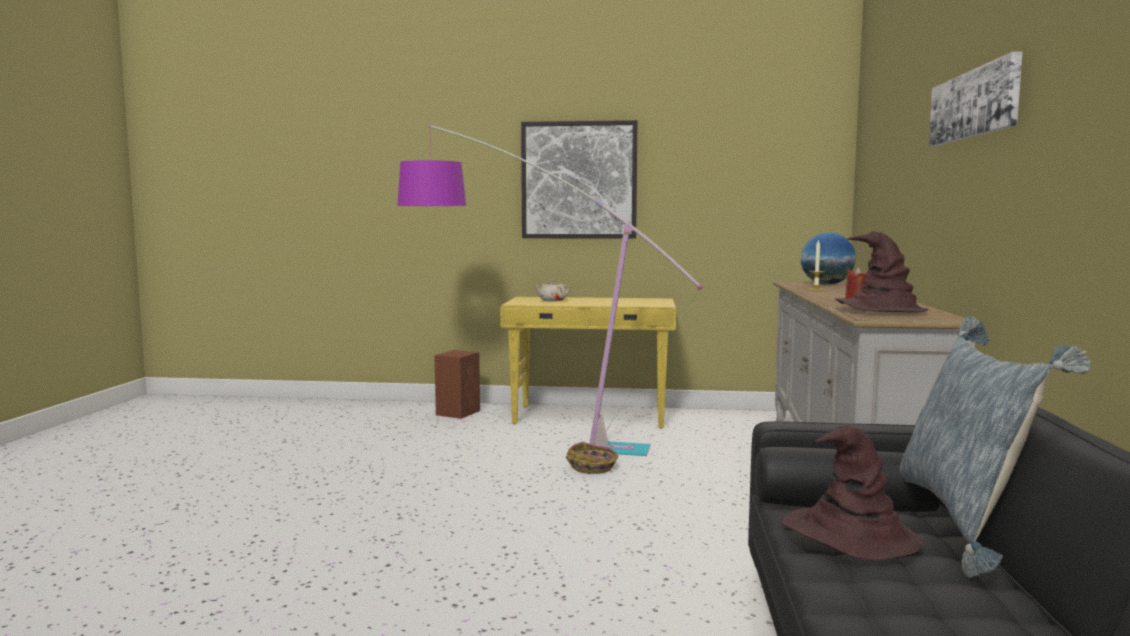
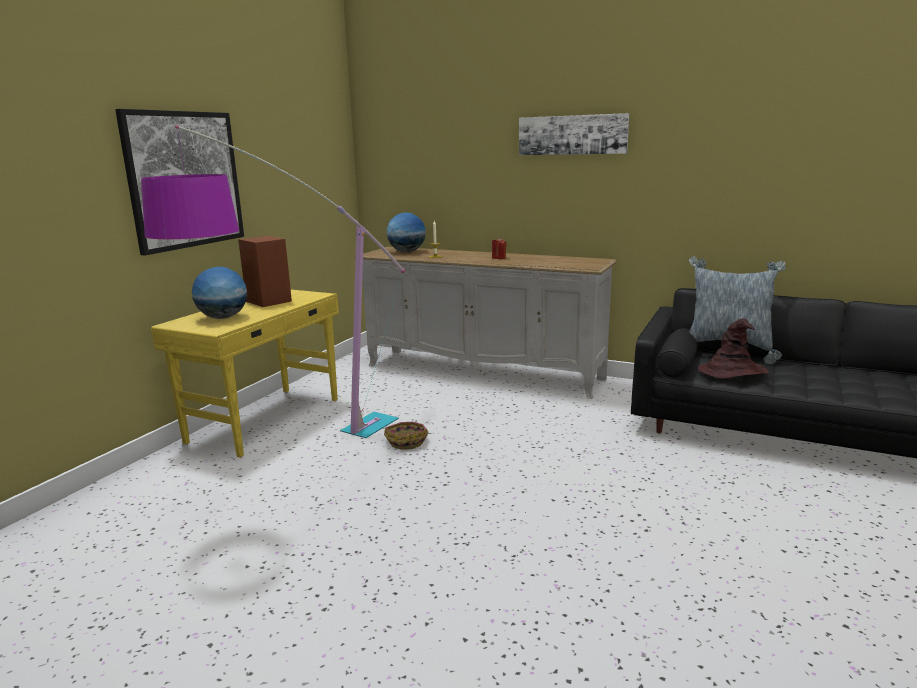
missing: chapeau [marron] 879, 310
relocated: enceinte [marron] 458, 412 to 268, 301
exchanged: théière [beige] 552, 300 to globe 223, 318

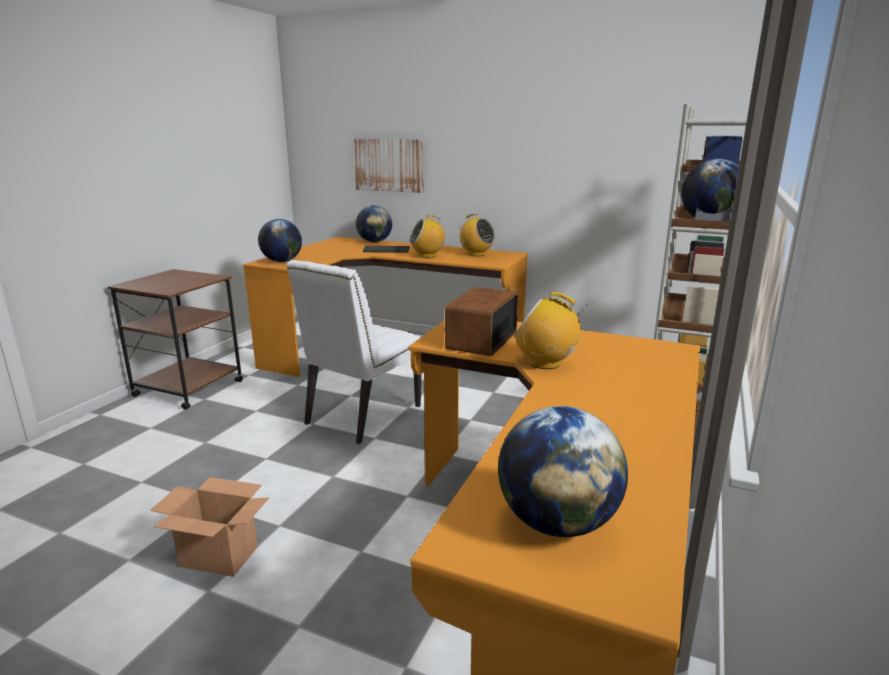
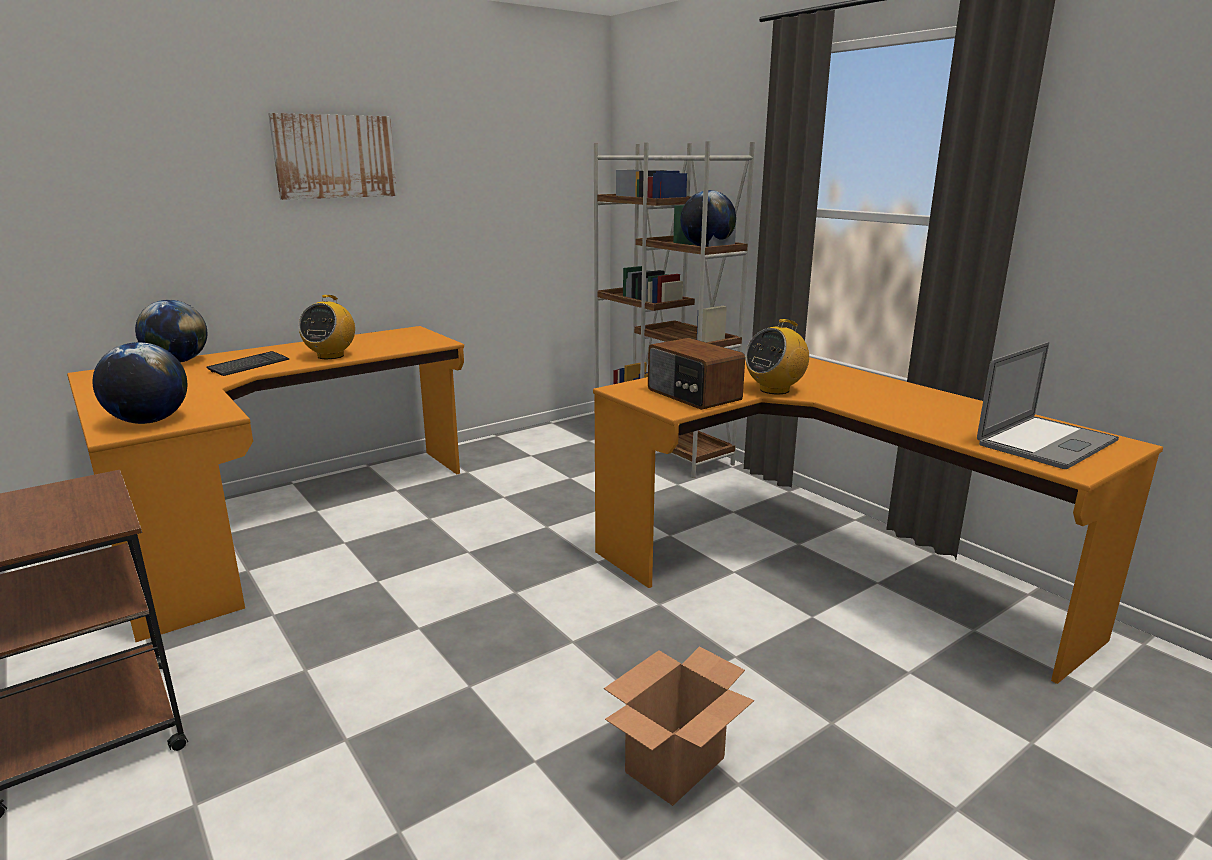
missing: chaise [blanc] 364, 414; radio 476, 254
relocated: tableau 389, 165 to 335, 156
exchanged: globe 557, 523 to ordinateur portable 1046, 442

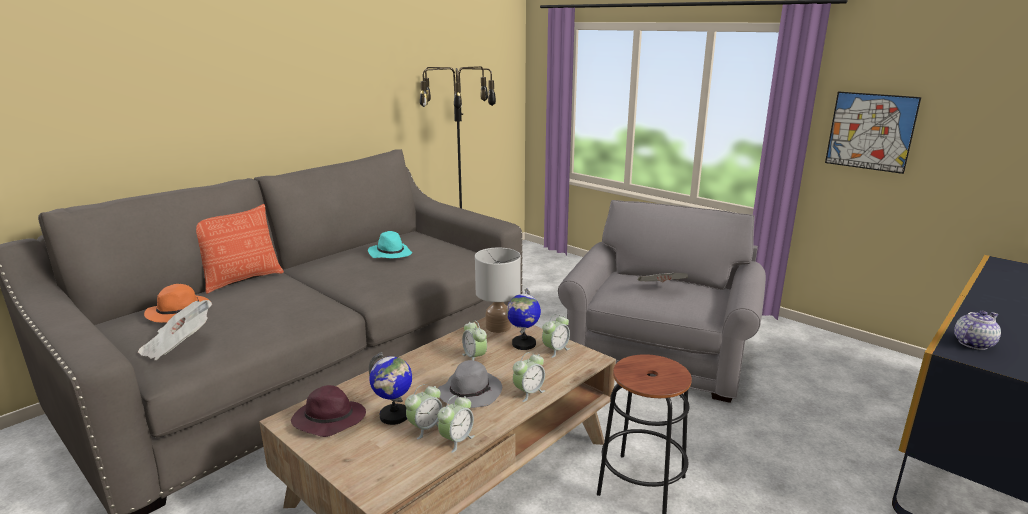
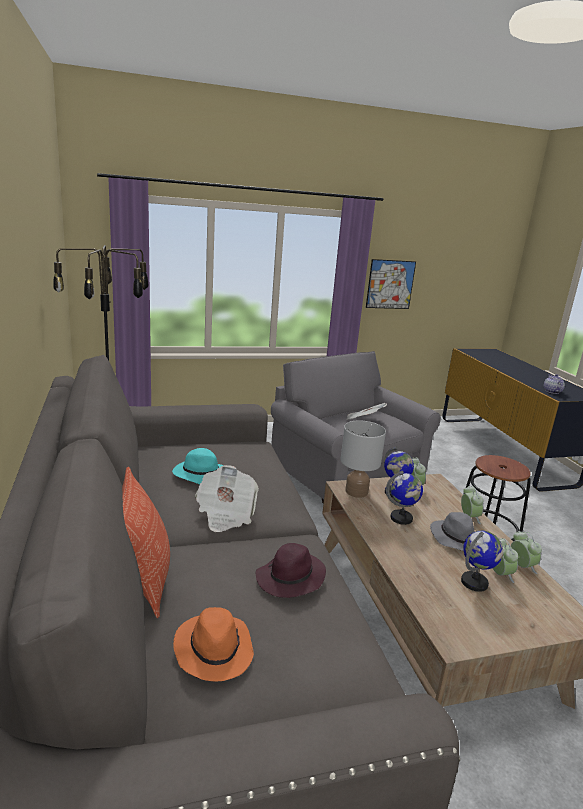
relocated: journal 178, 346 to 225, 514; chapeau [violet] 328, 420 to 290, 579
exchanged: réveil 474, 357 to globe 401, 518

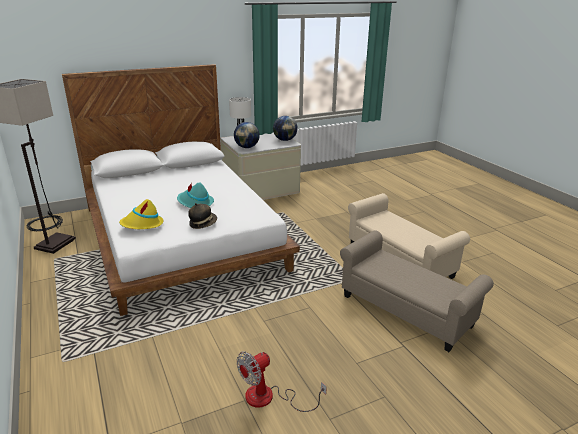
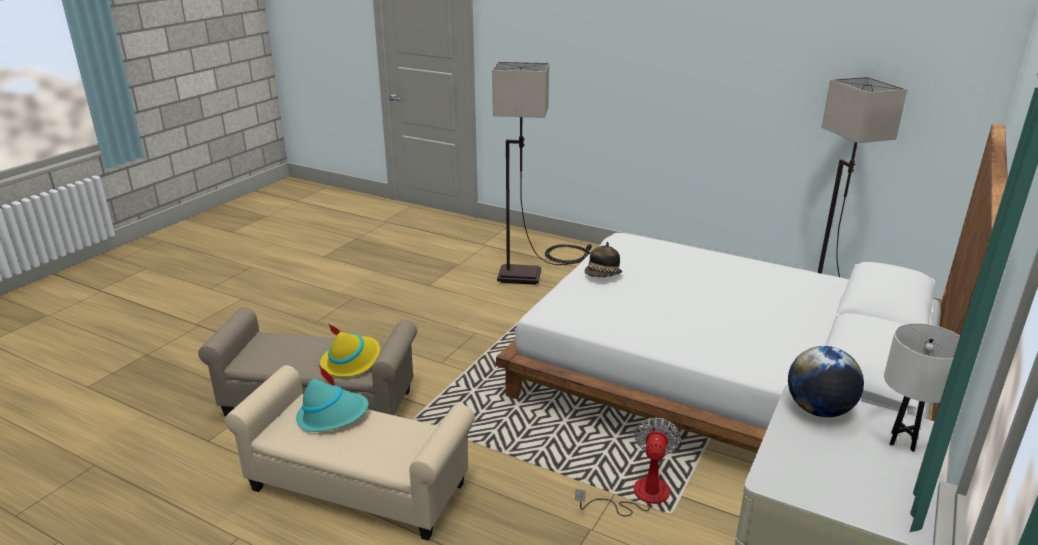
missing: globe 285, 140
appeared: lampadaire 547, 265
relocated: chapeau [turquoise] 195, 202 to 332, 415; chapeau [jaune] 142, 224 to 351, 361; ventilateur 269, 398 to 639, 496

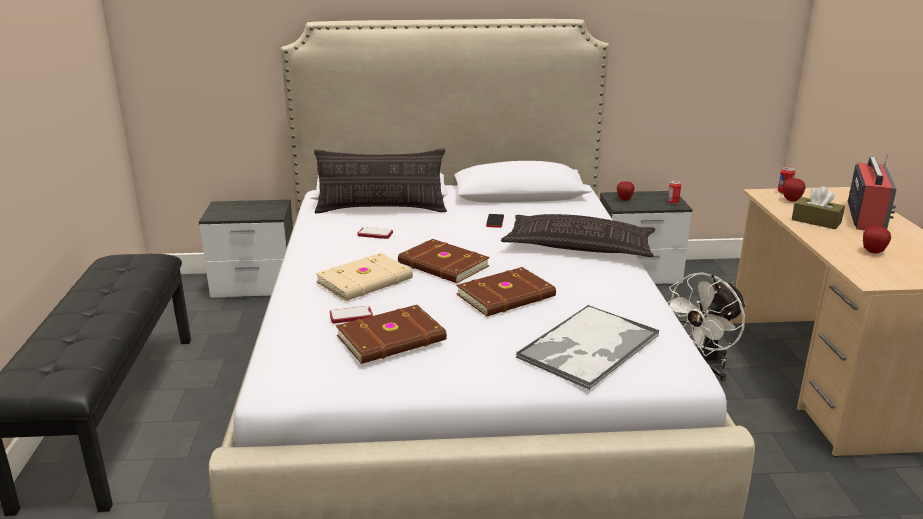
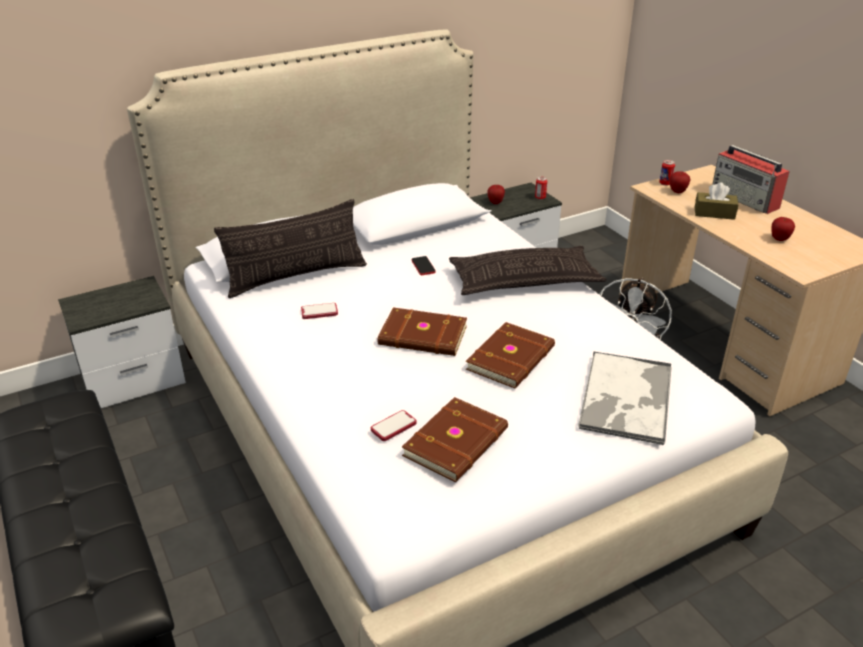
missing: livre [beige] 366, 281
spun: radio 865, 217 = 745, 199 150 degrees clockwise

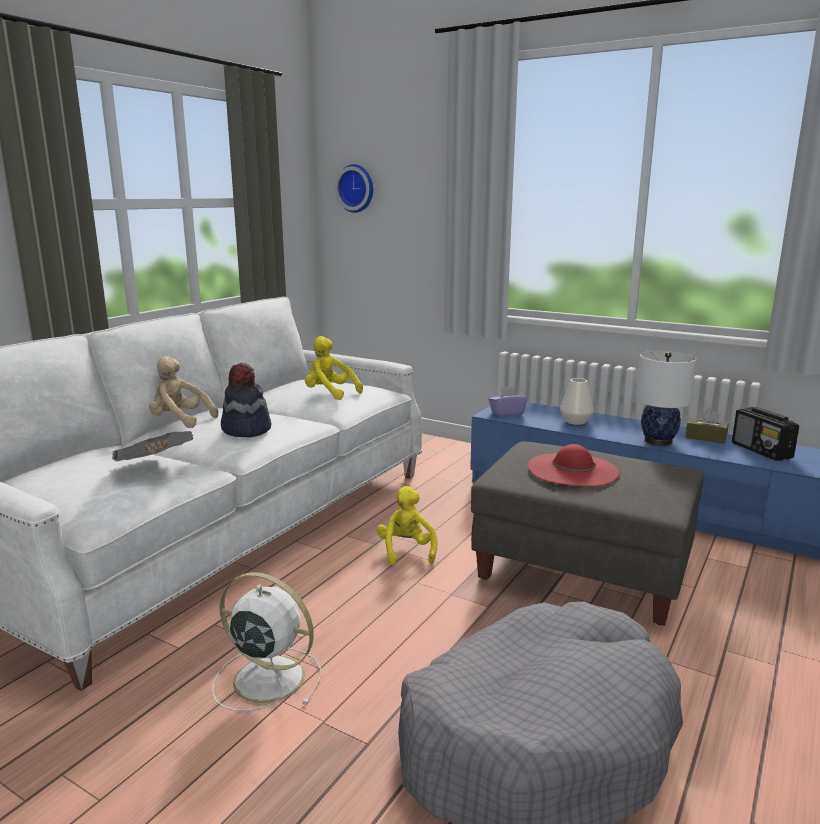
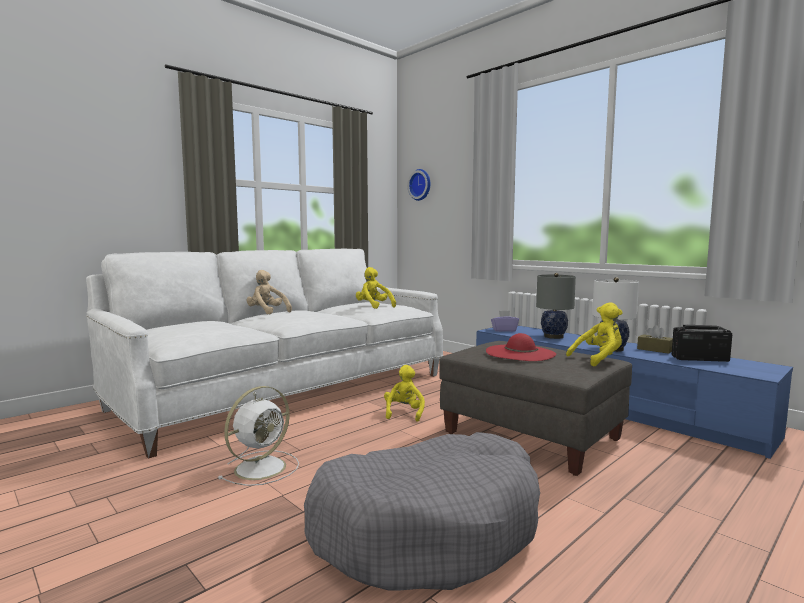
missing: journal 155, 467; chapeau 246, 430
appeared: peluche [jaune] 598, 359
exchanged: vase [blanc] 575, 421 to lampe de table [gris] 553, 336
spun: ventilateur [blanc] 266, 678 = 262, 467 90 degrees clockwise; radio 761, 451 = 699, 359 105 degrees clockwise

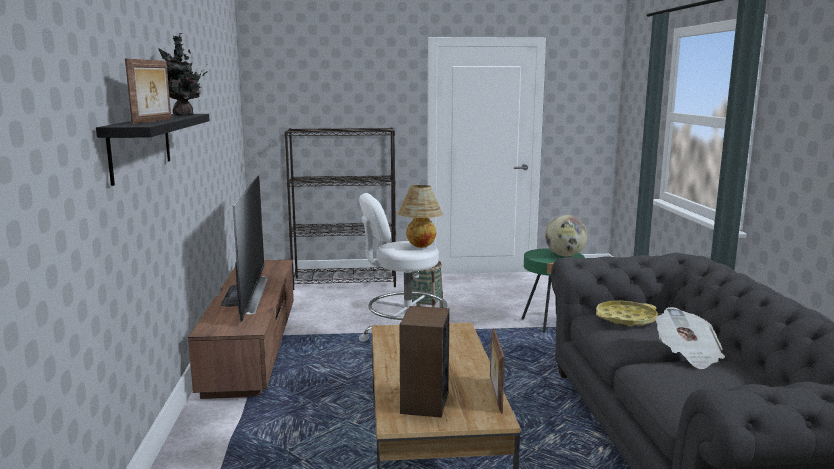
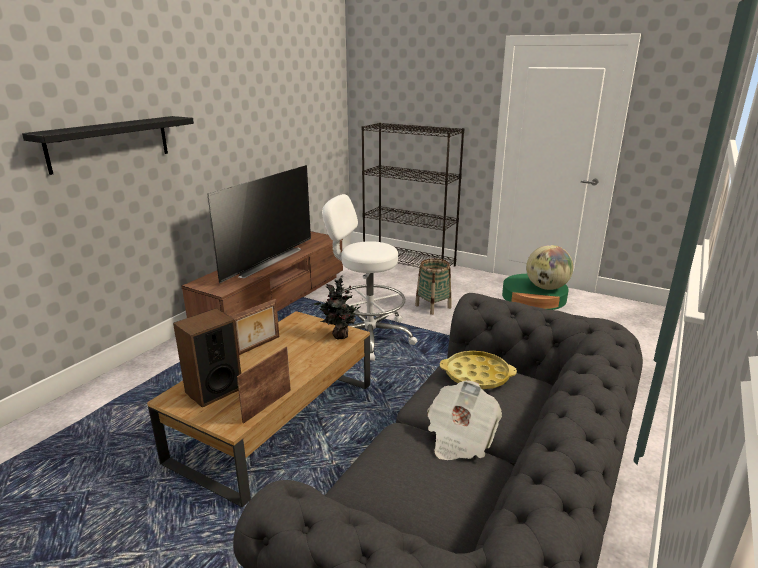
missing: lampe de table 420, 247
relocated: cadre photo 153, 121 to 258, 347; plante en pot 181, 115 to 339, 336

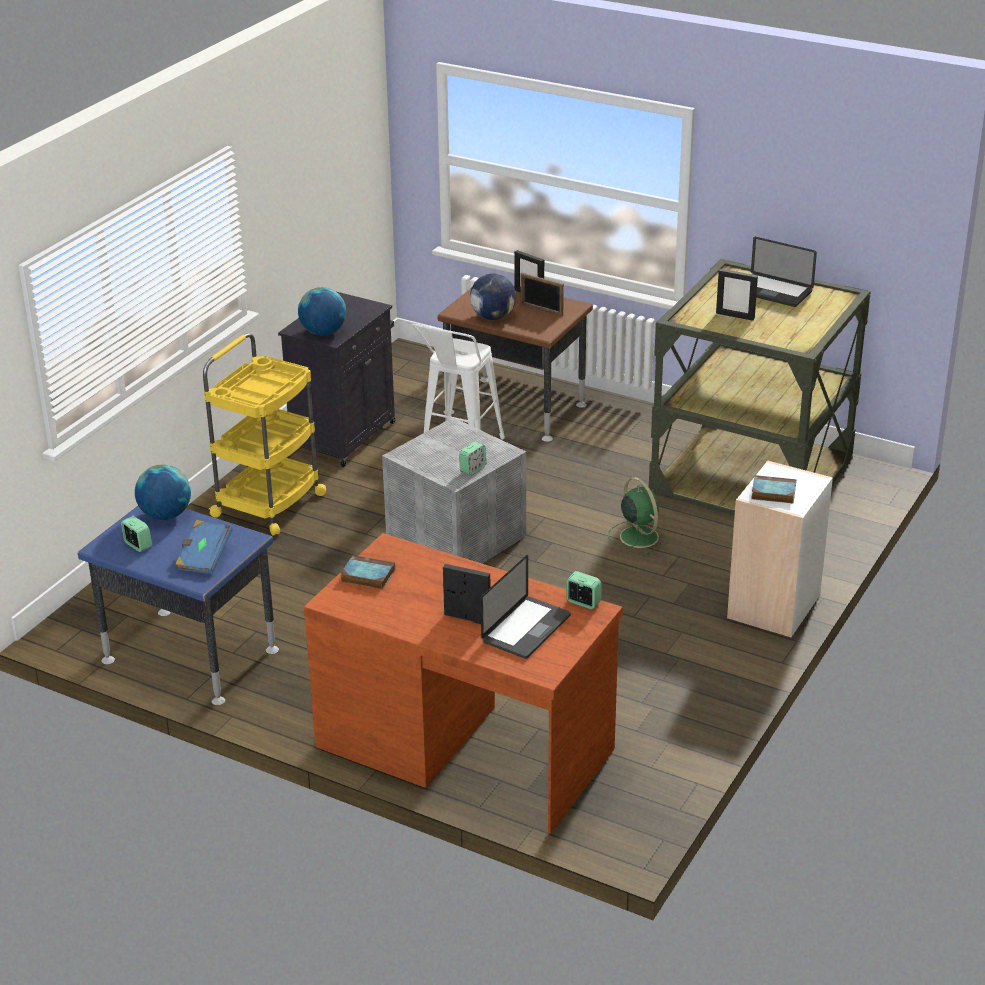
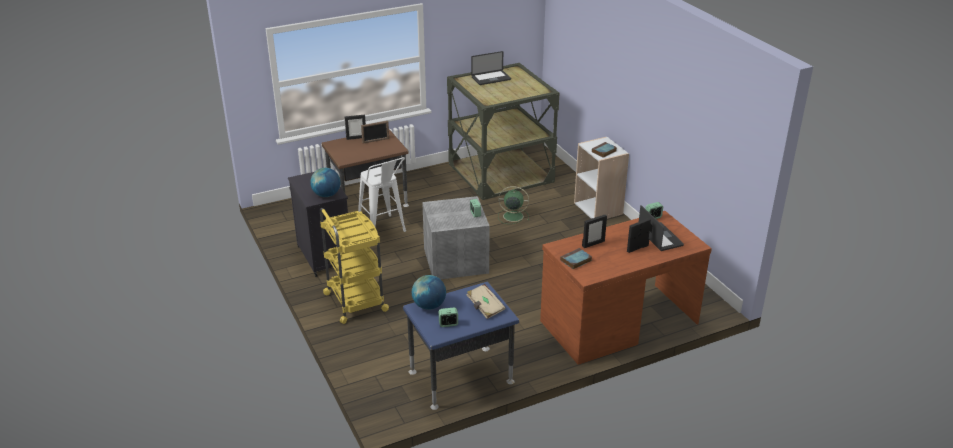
missing: globe 493, 317
relocated: cadre photo 735, 315 to 593, 243
colour: livre [bleu] 204, 558 to livre [beige] 485, 307

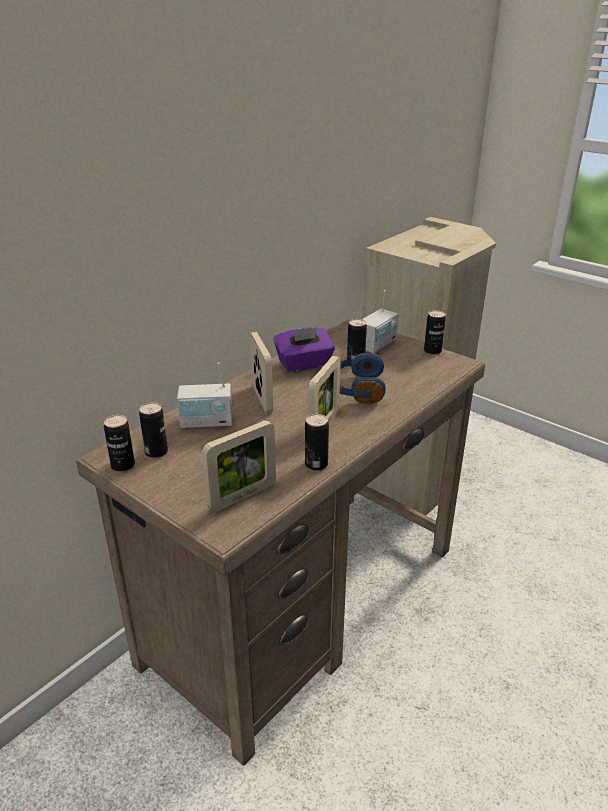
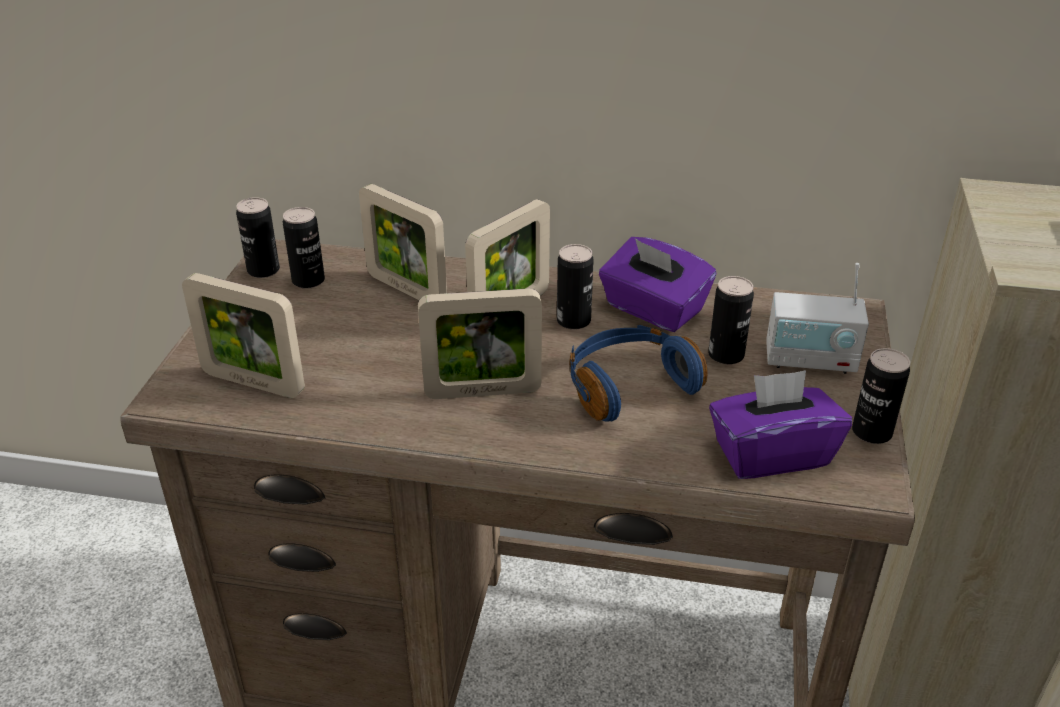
appeared: boîte à mouchoirs [violet] 771, 454
relocated: boîte métallique 316, 464 to 573, 321
exchanged: radio 207, 422 to cadre photo 406, 289

